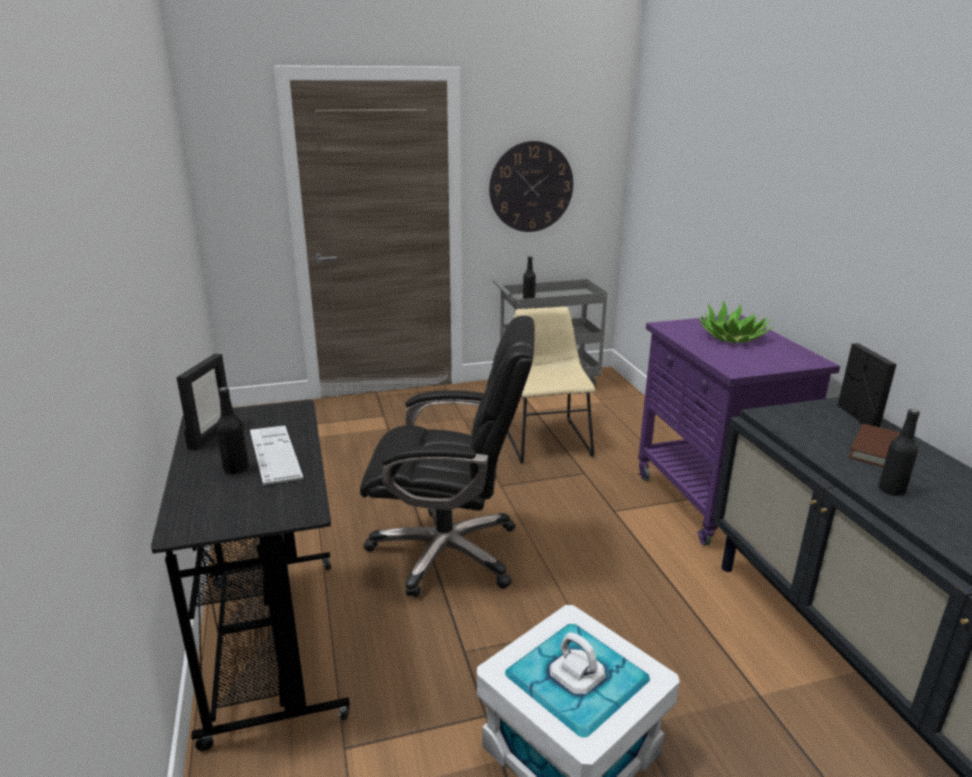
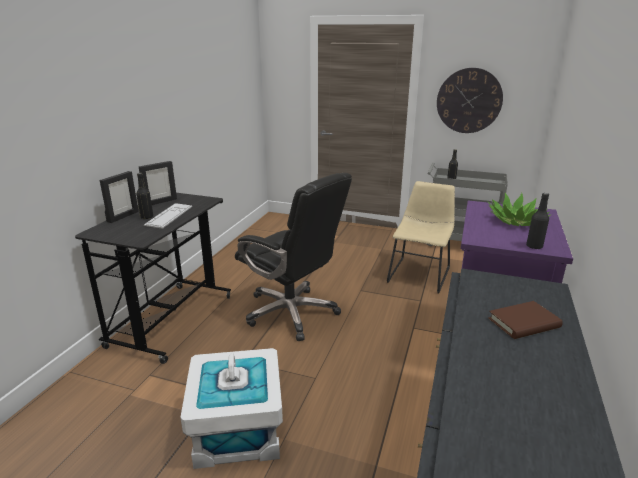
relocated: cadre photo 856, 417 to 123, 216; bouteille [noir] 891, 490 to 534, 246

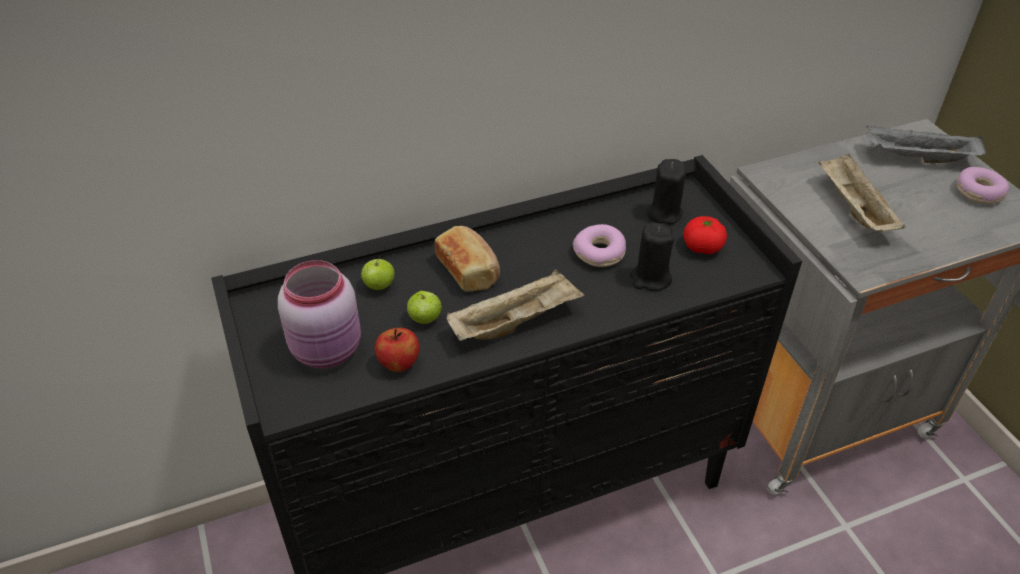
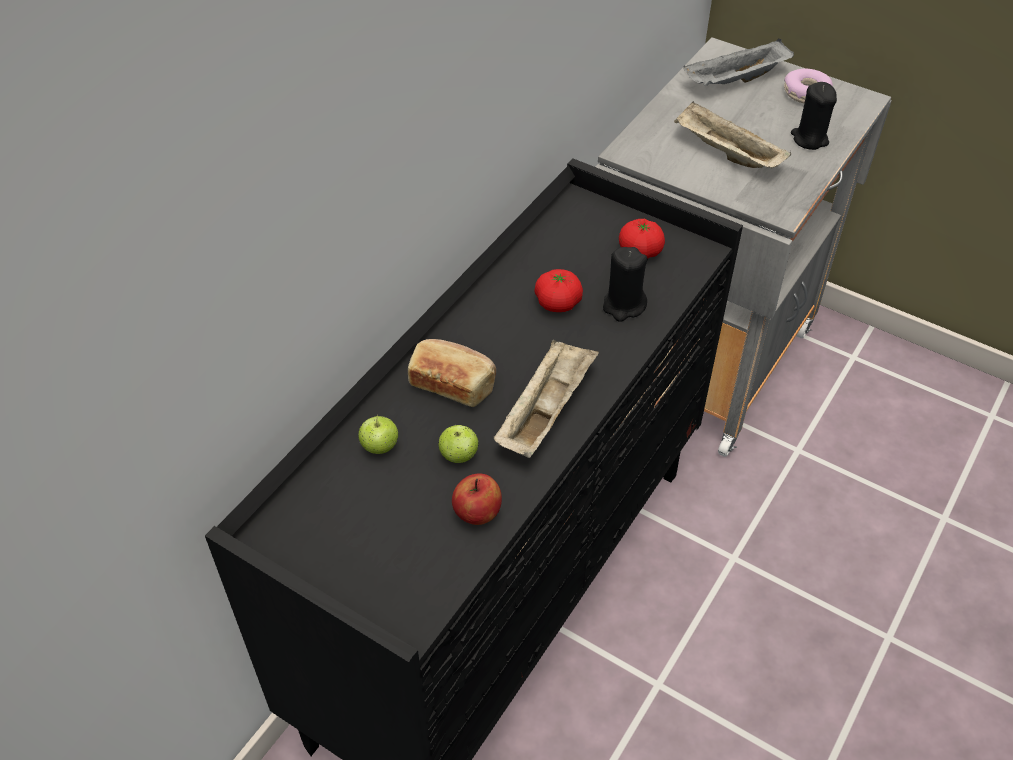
missing: bocal [rose] 329, 350
relocated: bougie [noir] 664, 213 to 809, 139
exchanged: beignet 599, 253 to tomate 558, 303

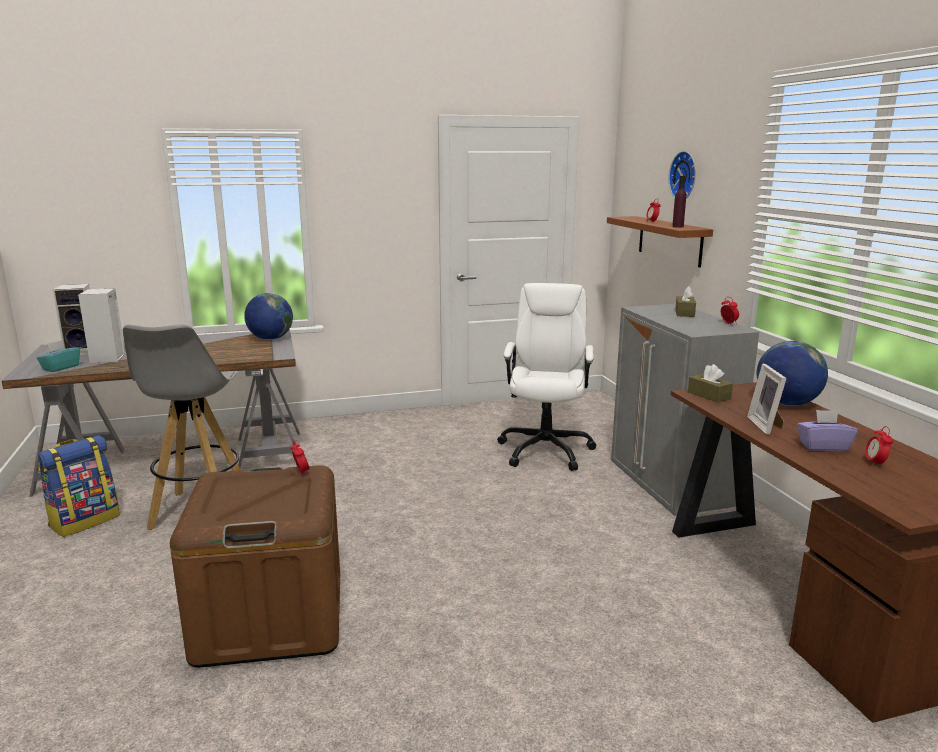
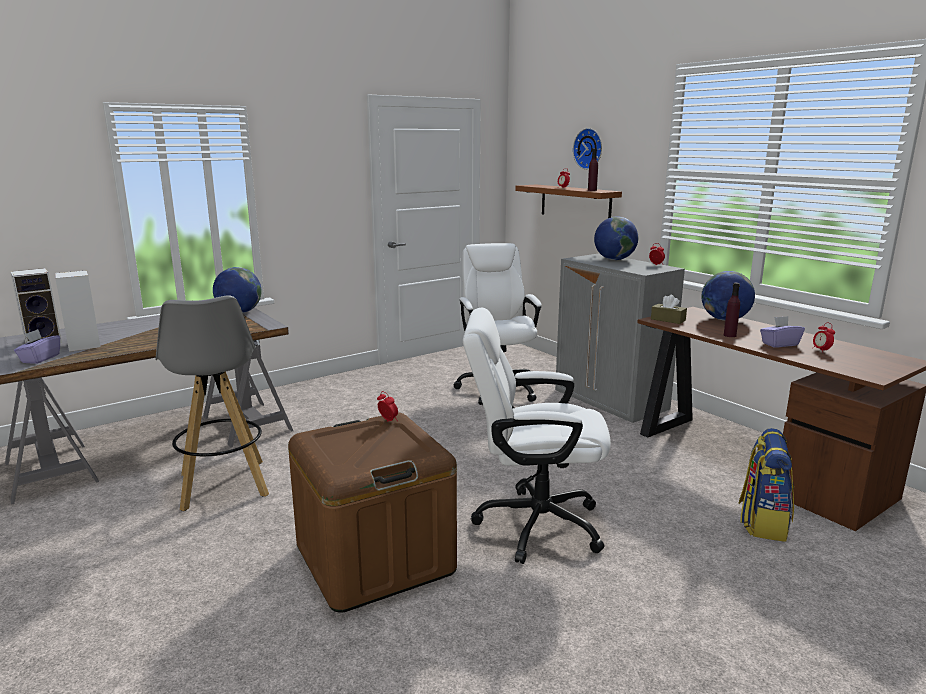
appeared: chaise de bureau [blanc] 532, 526
relocated: sac à dos 85, 521 to 762, 522
exchanged: boîte à mouchoirs [marron] 684, 313 to globe 614, 259; cadre photo 766, 426 to bouteille [violet] 729, 335
colour: boîte à mouchoirs [turquoise] 60, 368 to boîte à mouchoirs [violet] 40, 359

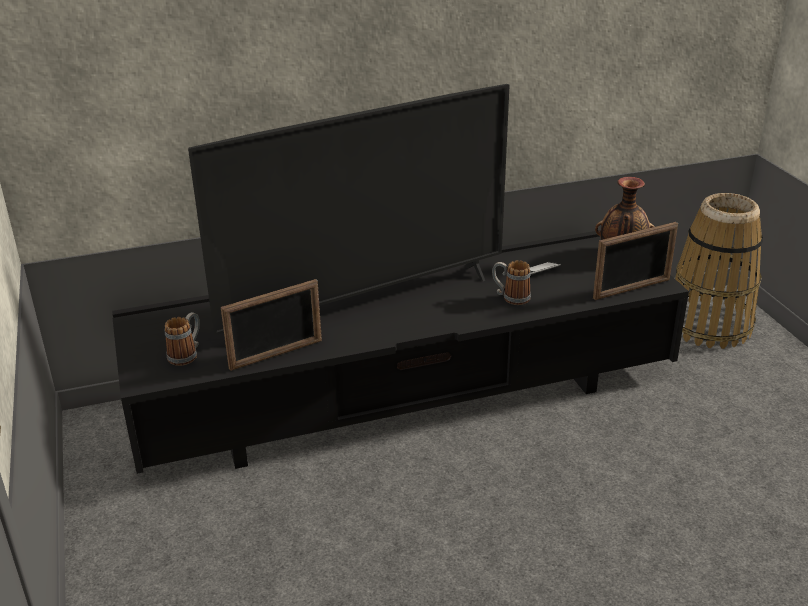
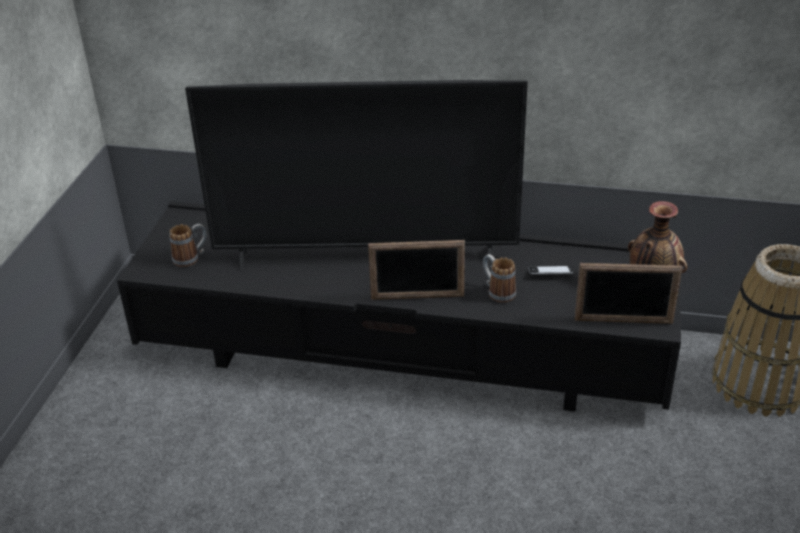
relocated: cadre photo 276, 354 to 417, 297

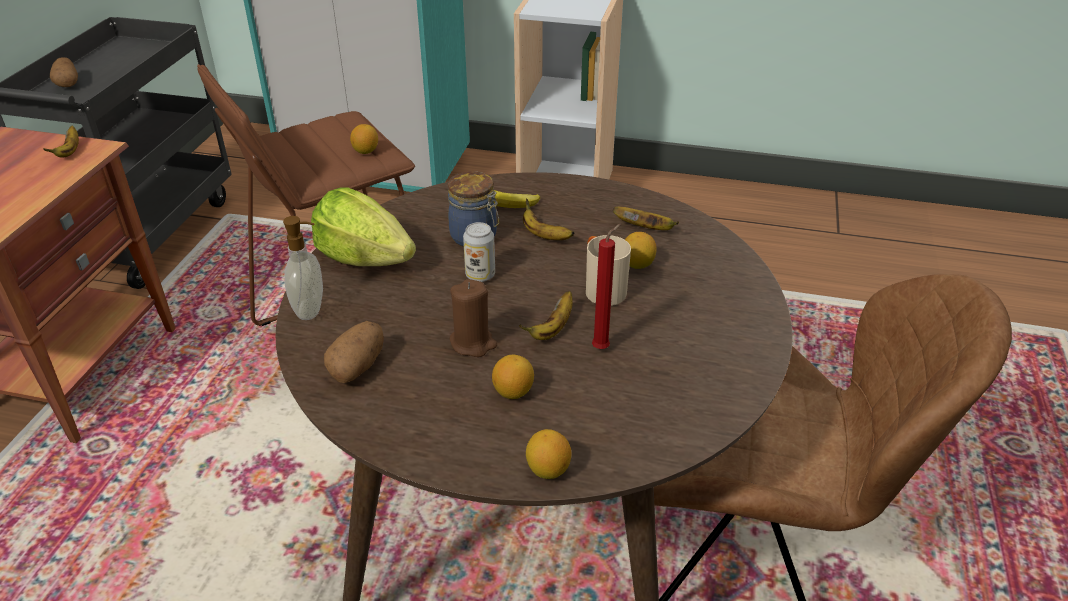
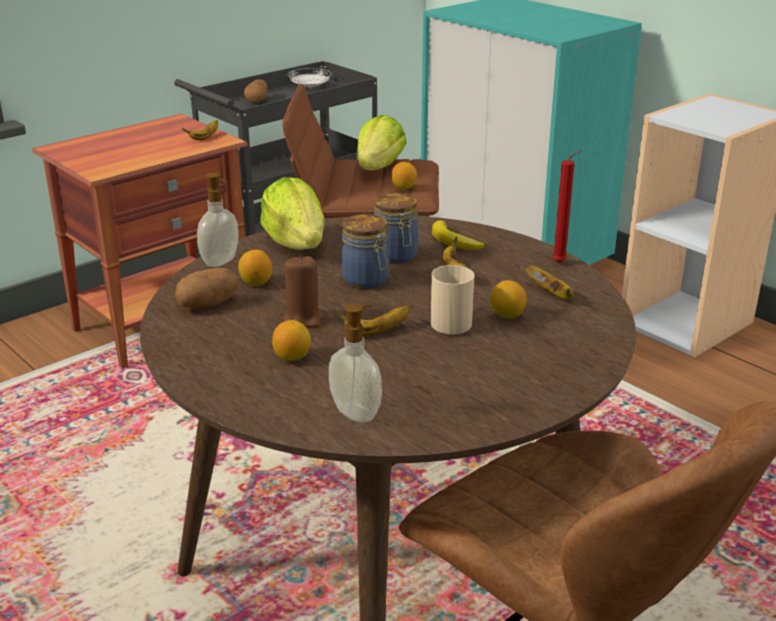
appeared: assiette [blanc] 310, 88; distributeur de savon 357, 412; laitue 378, 168
relocated: citron 547, 470 to 256, 283; bougie [rouge] 603, 347 to 561, 263
exchanged: boîte métallique 480, 275 to bocal 367, 281

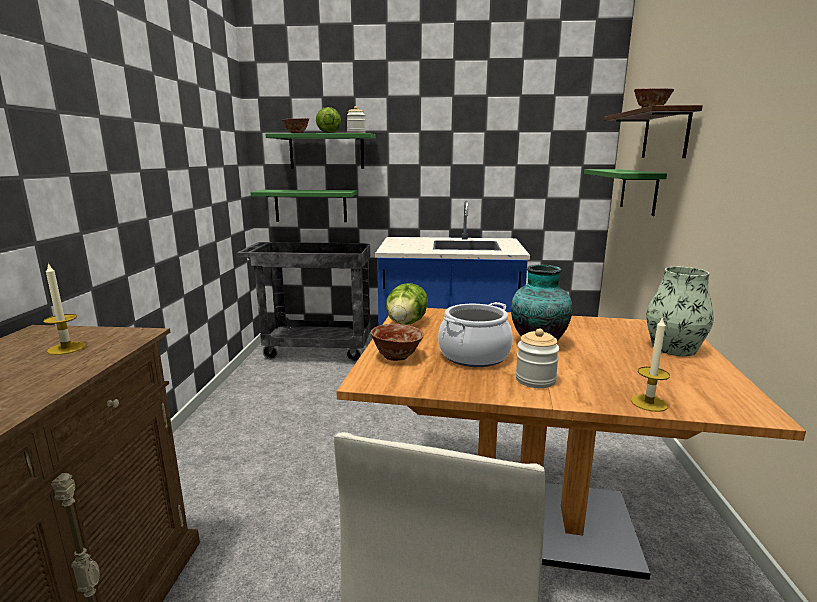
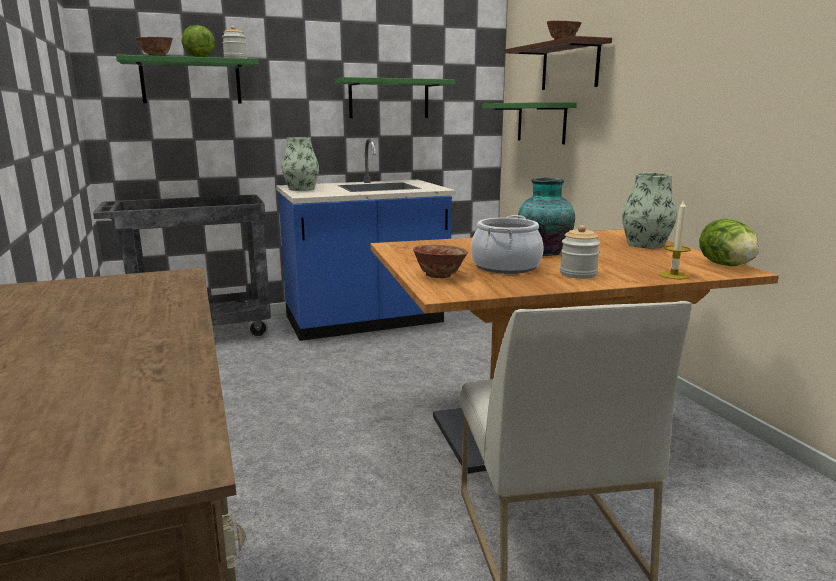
missing: bougie 66, 348
appeared: vase 301, 189
relocated: étagère [vert] 310, 206 to 389, 99; laitue 406, 323 to 726, 265

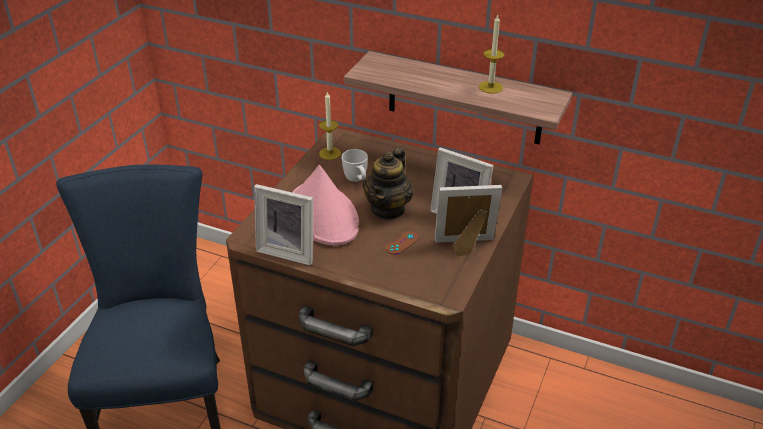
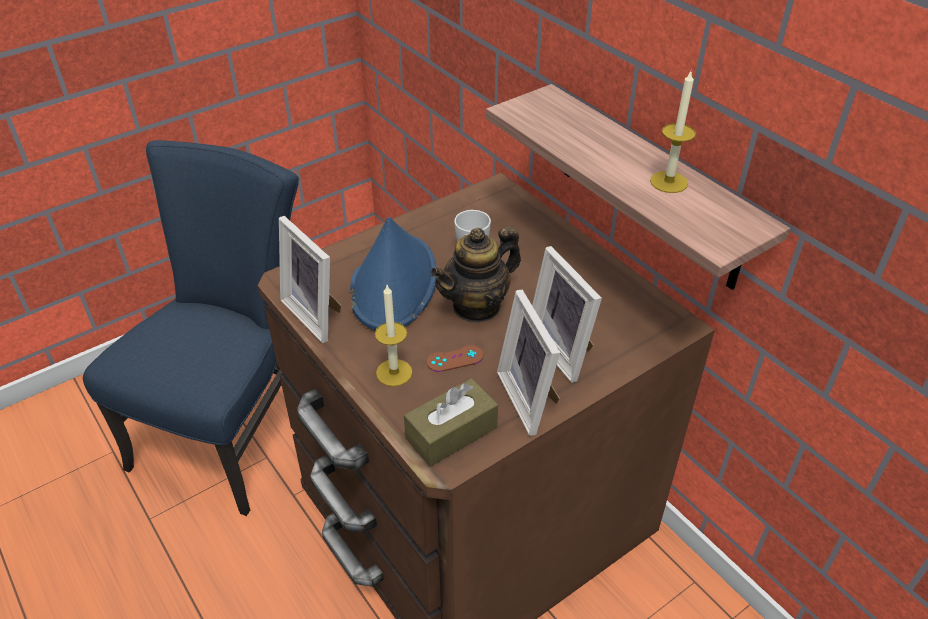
appeared: boîte à mouchoirs [marron] 451, 433
relocated: bougie 330, 153 to 394, 372
colour: chapeau [rose] 323, 215 to chapeau [bleu] 394, 283
spun: cadre photo 465, 247 = 531, 398 135 degrees counterclockwise

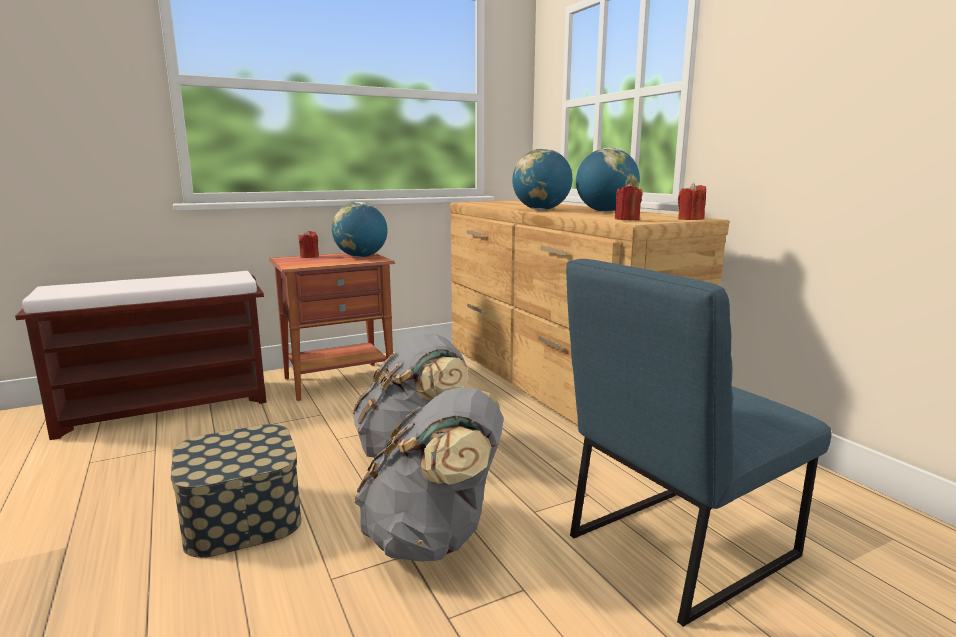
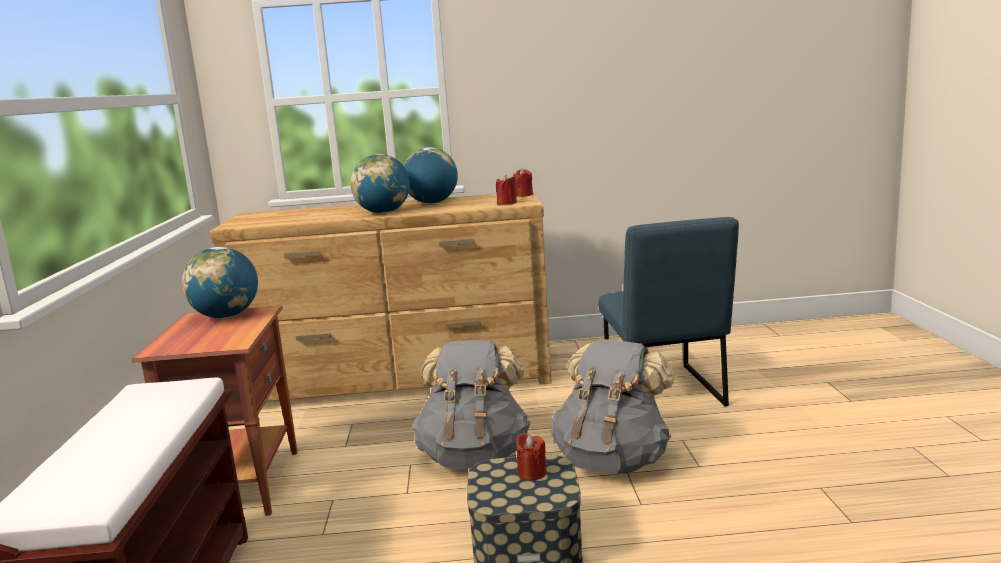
relocated: bougie [rouge] 309, 256 to 532, 473

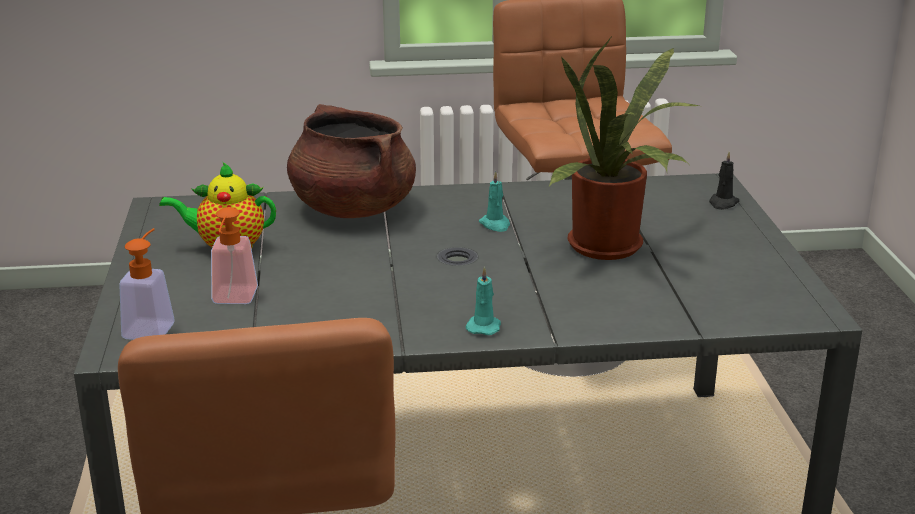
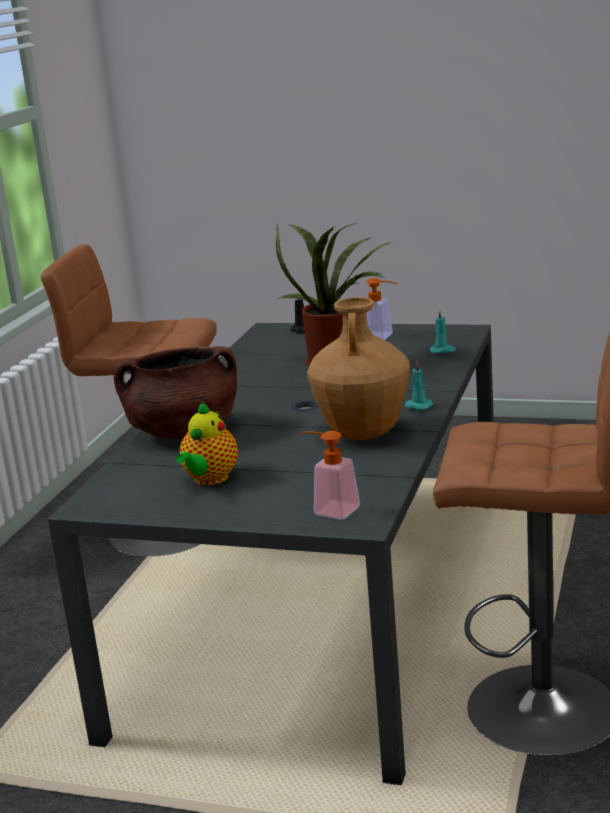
appeared: vase [marron] 363, 433
relocated: distributeur de savon 233, 300 to 383, 337; bougie [turquoise] 495, 225 to 442, 350

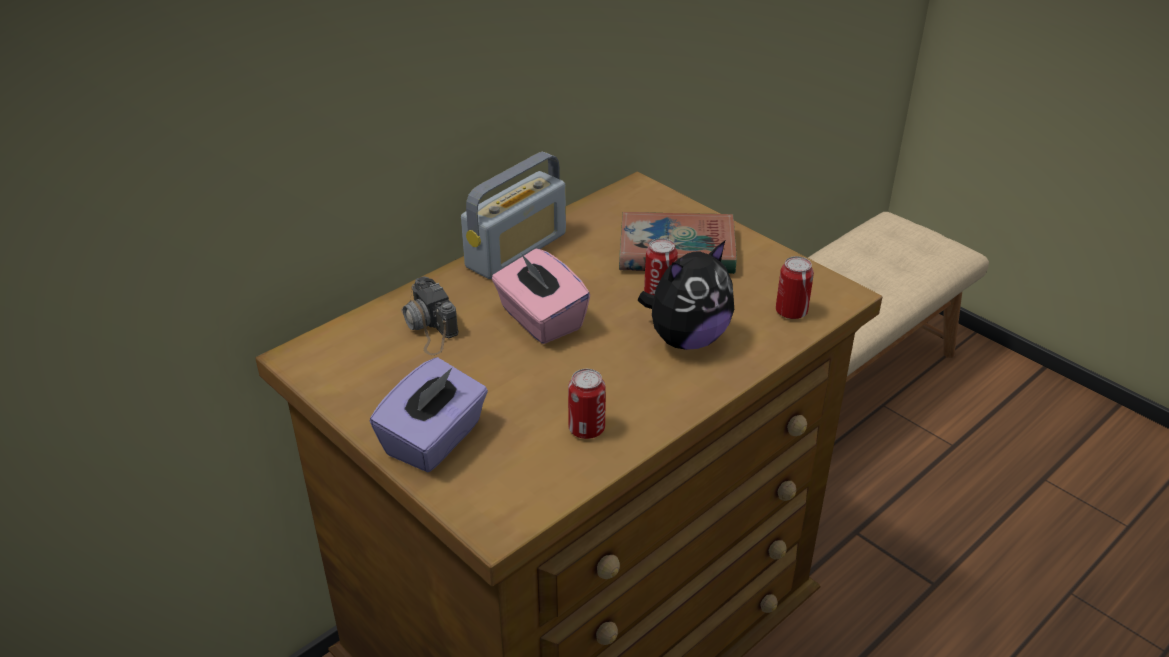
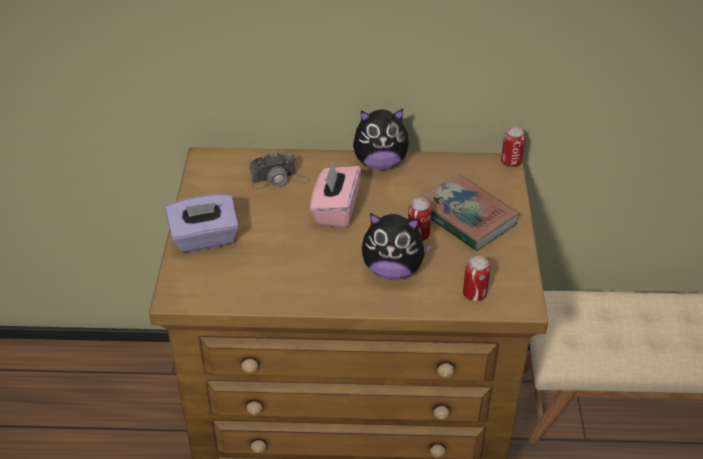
relocated: boîte métallique 586, 429 to 511, 162
exchanged: radio 516, 250 to peluche 380, 163
spun: appareil photo 429, 326 = 279, 179 120 degrees counterclockwise

